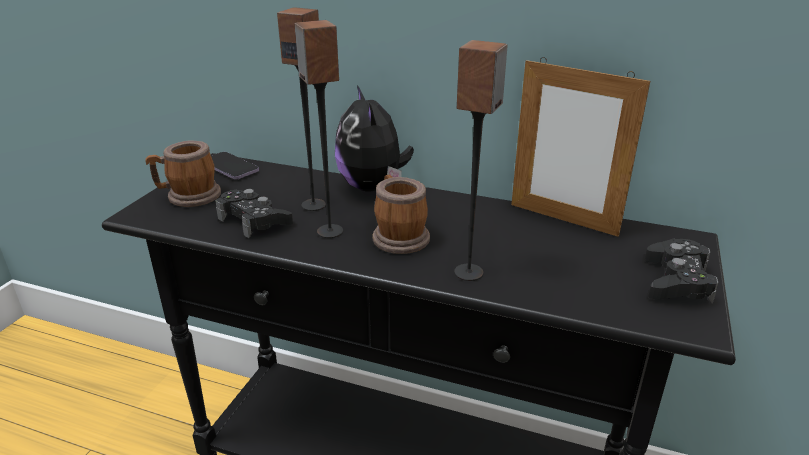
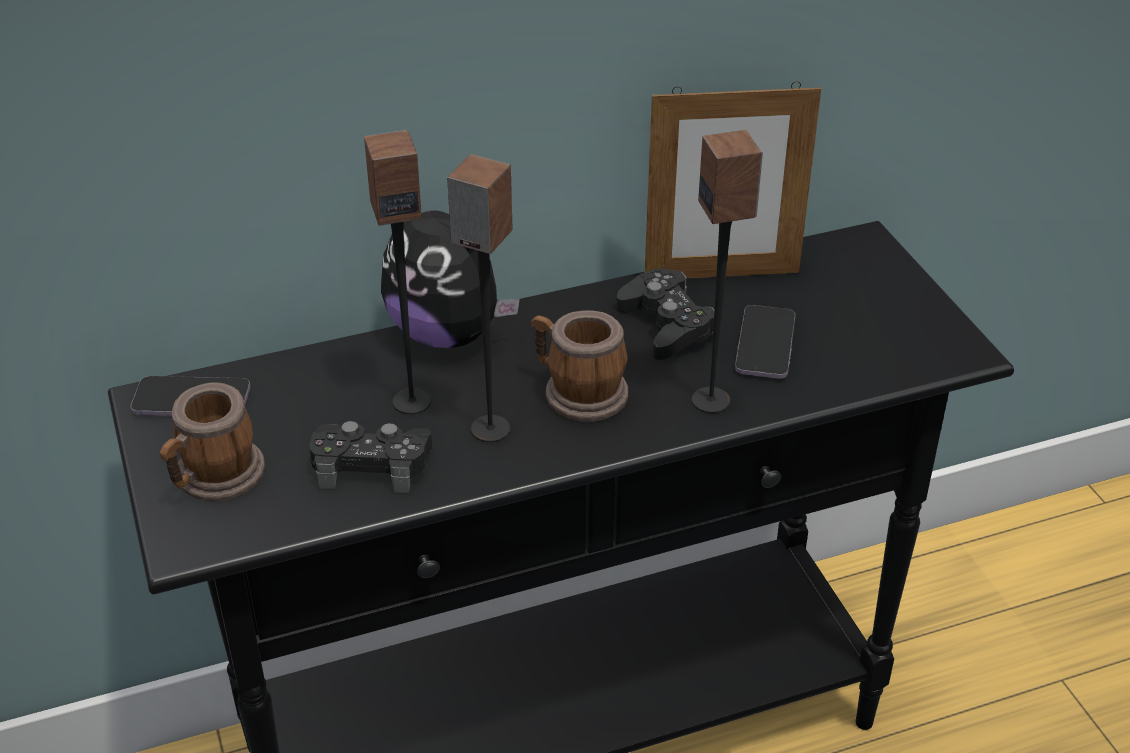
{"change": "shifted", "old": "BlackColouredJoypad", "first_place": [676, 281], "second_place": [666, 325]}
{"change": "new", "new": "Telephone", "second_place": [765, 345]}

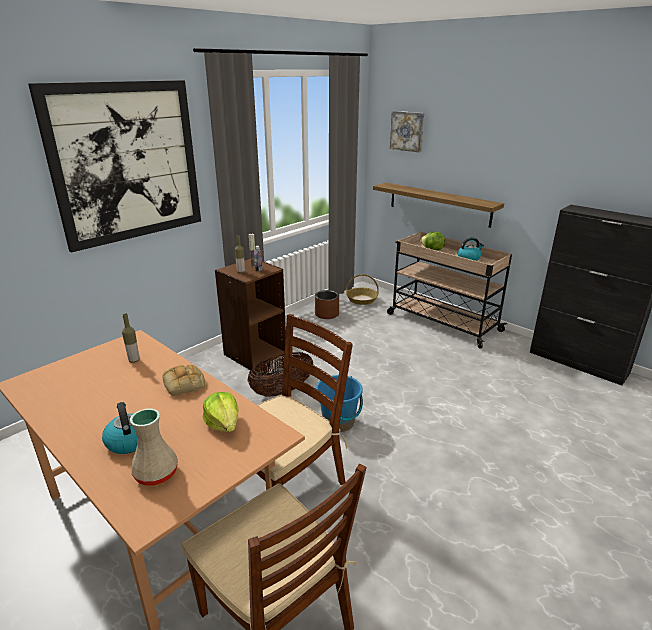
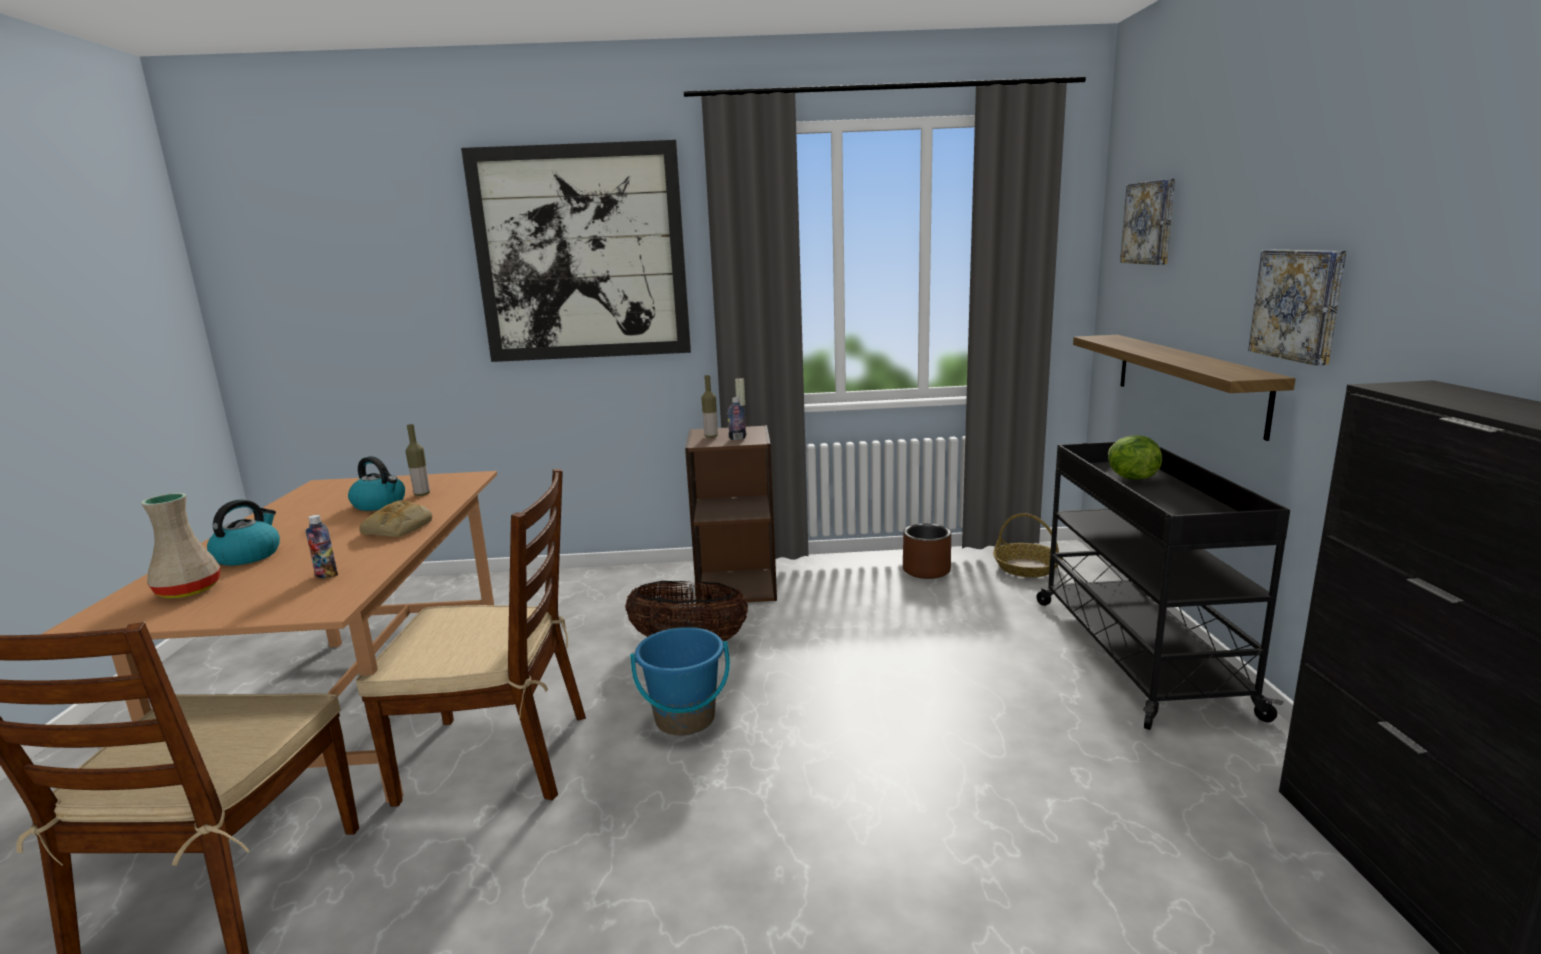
{"change": "swapped", "old": "LettuceHead", "new": "Bottle", "first_place": [223, 424], "second_place": [326, 575]}
{"change": "shifted", "old": "Kettle", "first_place": [469, 258], "second_place": [380, 504]}
{"change": "repainted", "old": "BeigeWheeledCart", "new": "BlackColouredWheeledCart", "first_place": [442, 322], "second_place": [1136, 652]}
{"change": "new", "new": "WallPicture", "second_place": [1299, 304]}

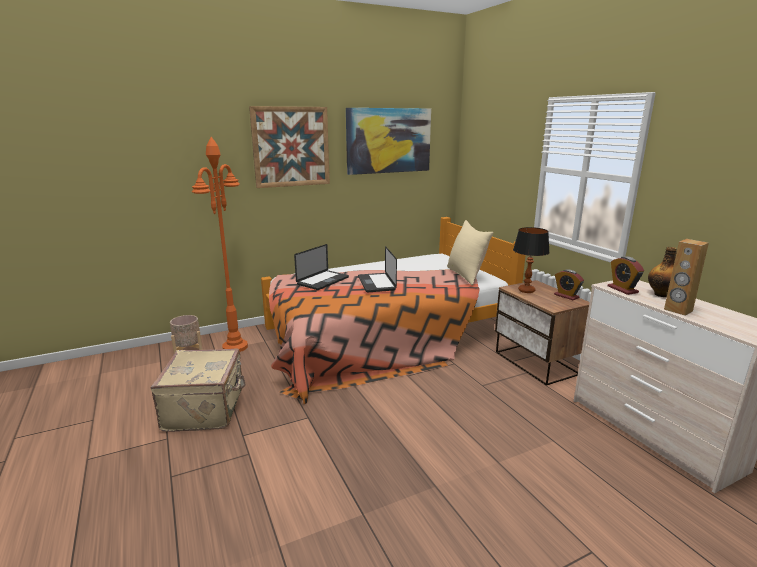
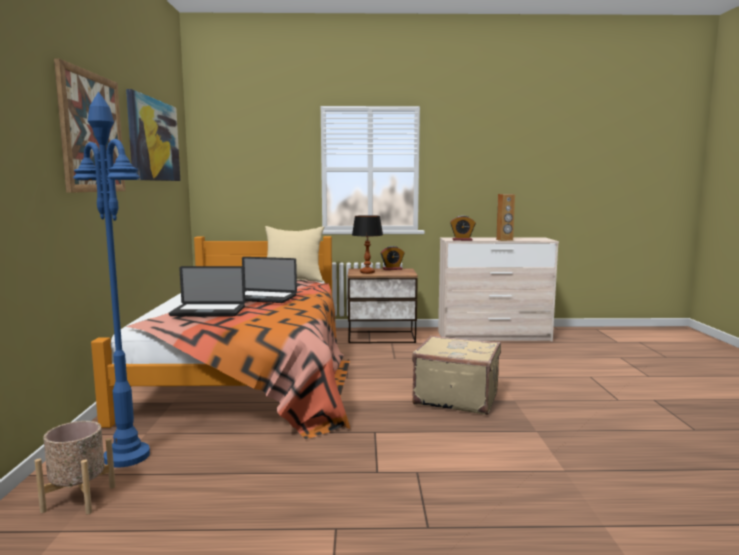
{"change": "repainted", "old": "OrangeFloorLamp", "new": "BlueFloorLamp", "first_place": [235, 347], "second_place": [126, 456]}
{"change": "rotated", "old": "PortableComputer", "first_place": [323, 281], "second_place": [208, 312], "degrees": 120}
{"change": "shifted", "old": "BeigeTravelCase", "first_place": [206, 409], "second_place": [456, 398]}
{"change": "gone", "old": "Bottle", "first_place": [662, 294]}

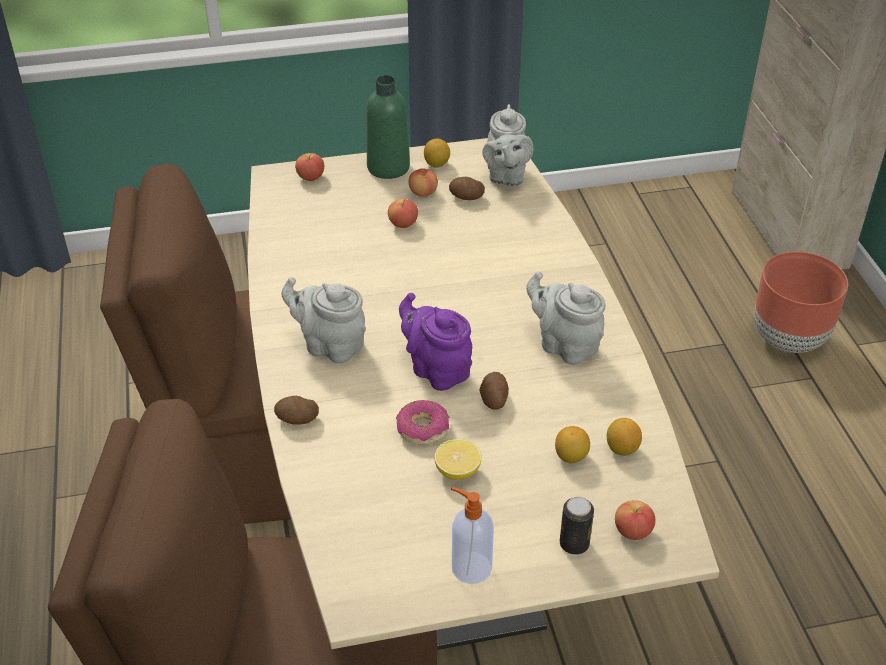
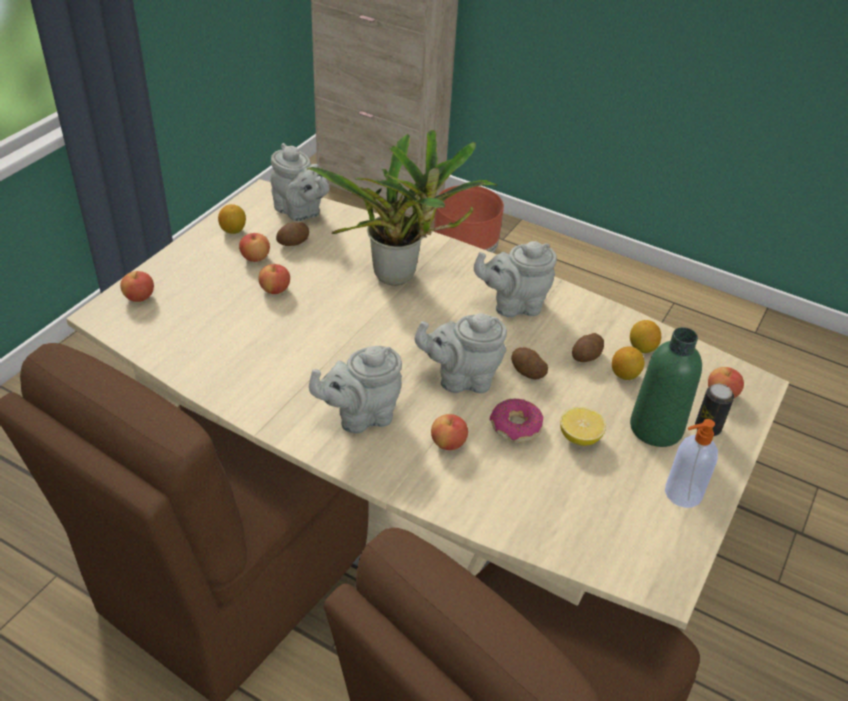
{"change": "new", "new": "PottedPlant", "second_place": [401, 276]}
{"change": "repainted", "old": "PurplePotForTea", "new": "GreyishPotForTea", "first_place": [437, 370], "second_place": [461, 379]}
{"change": "new", "new": "AppleFruit", "second_place": [448, 443]}
{"change": "shifted", "old": "Spud", "first_place": [297, 419], "second_place": [586, 356]}
{"change": "shifted", "old": "GreenishBottle", "first_place": [388, 167], "second_place": [656, 428]}

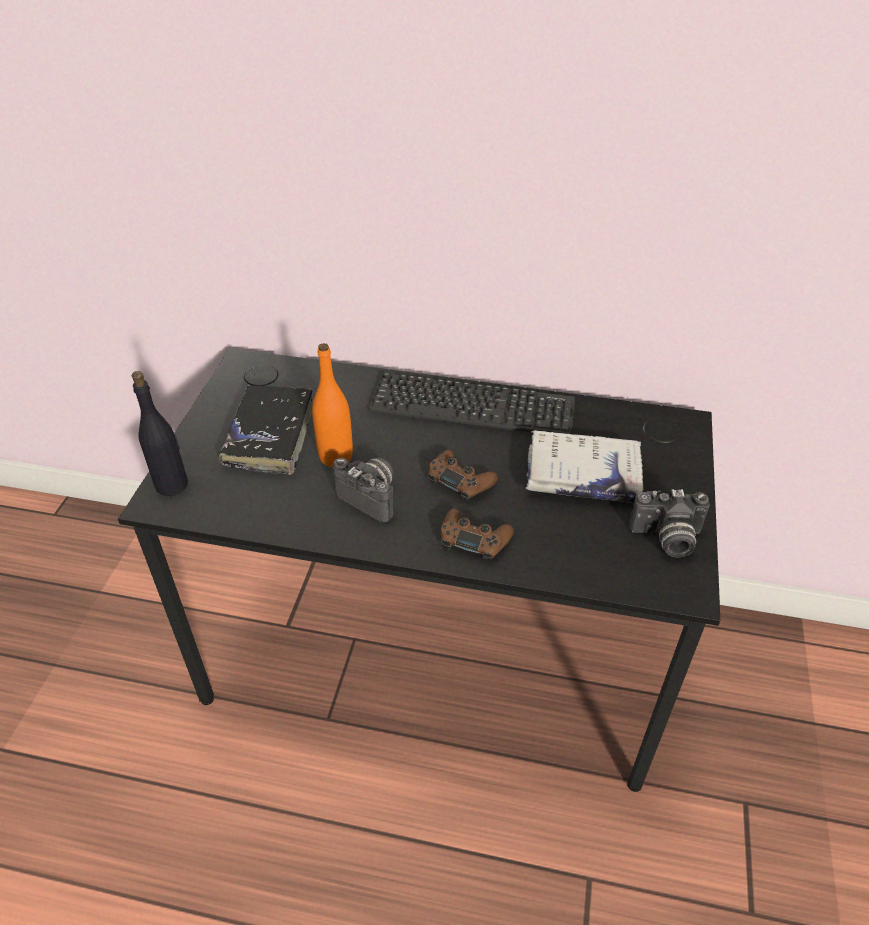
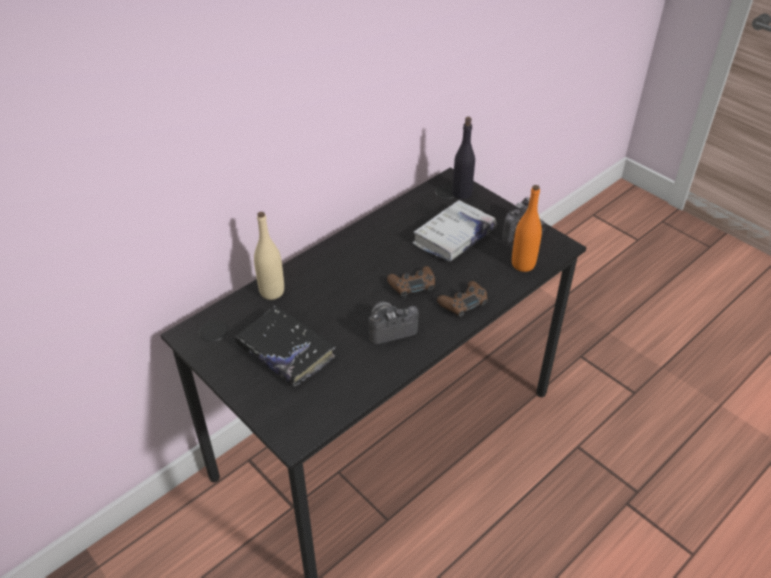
{"change": "new", "new": "BeigeBottle", "second_place": [272, 292]}
{"change": "shifted", "old": "BlackColouredBottle", "first_place": [172, 484], "second_place": [462, 193]}
{"change": "shifted", "old": "OrangeBottle", "first_place": [336, 457], "second_place": [523, 264]}
{"change": "gone", "old": "Keyboard", "first_place": [472, 406]}

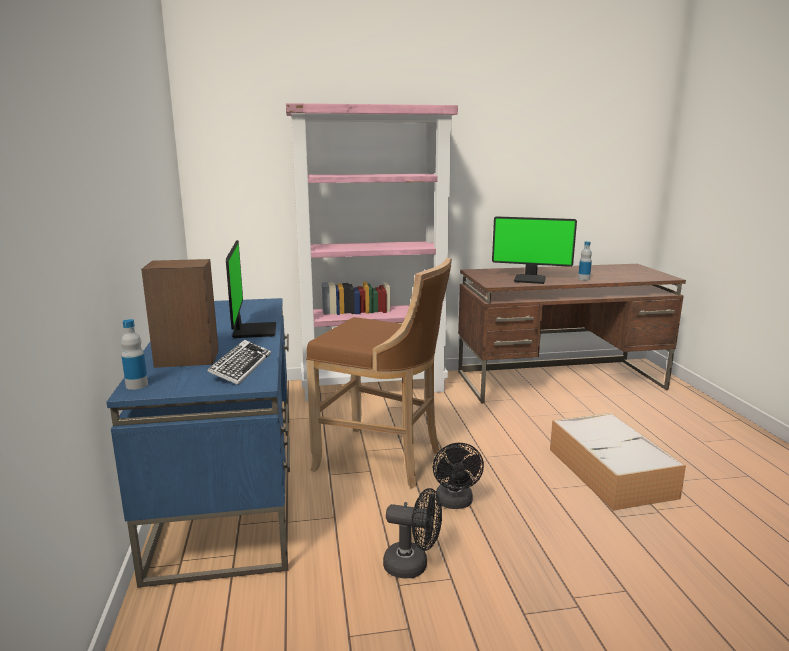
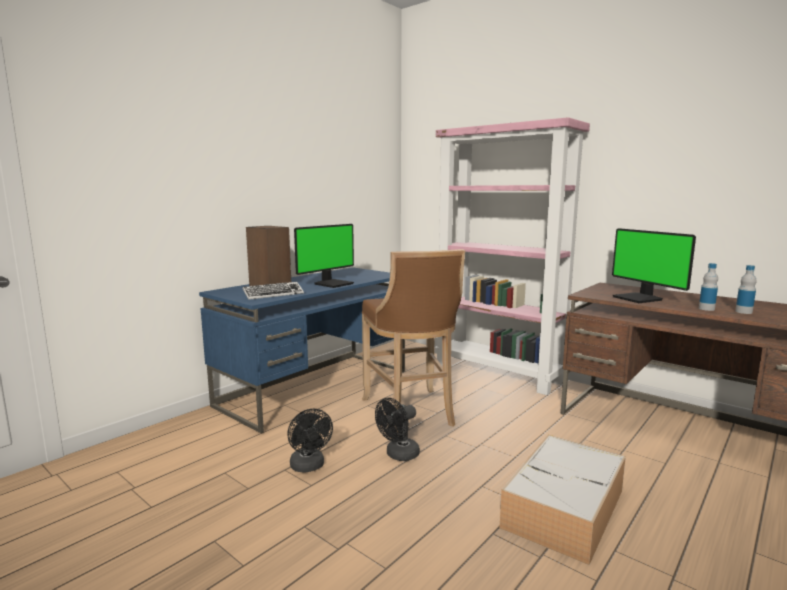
{"change": "shifted", "old": "Bottle", "first_place": [137, 385], "second_place": [743, 312]}

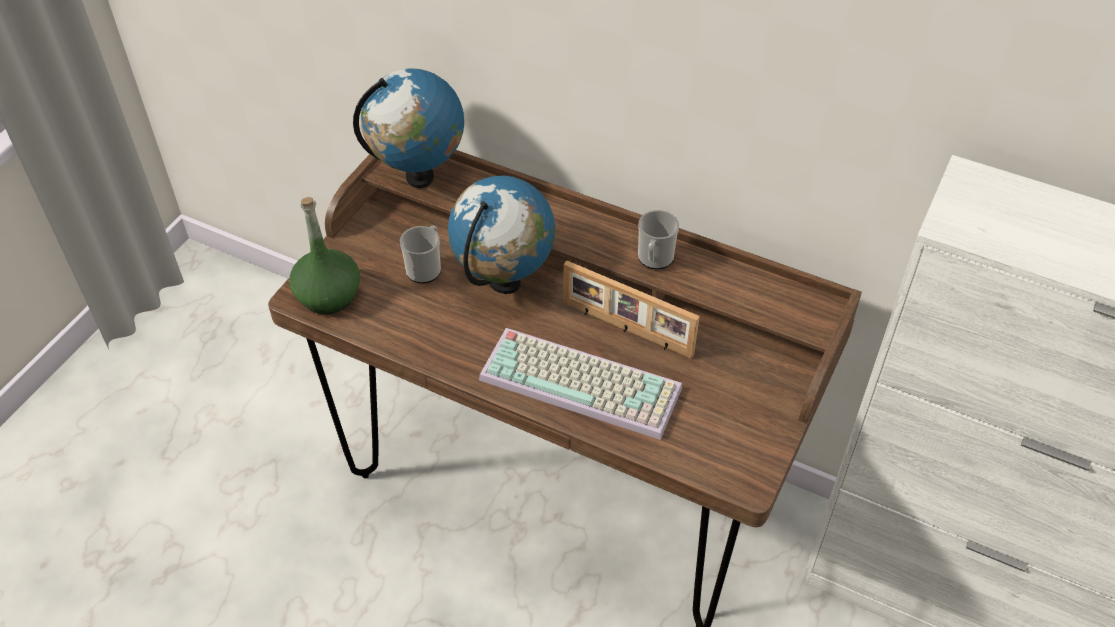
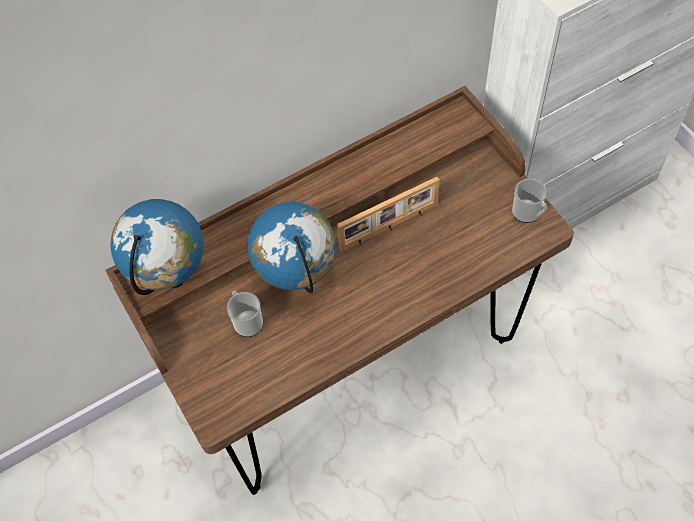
{"change": "shifted", "old": "CoffeeMug", "first_place": [654, 260], "second_place": [528, 214]}
{"change": "gone", "old": "GreenishBottle", "first_place": [328, 295]}
{"change": "gone", "old": "Keyboard", "first_place": [584, 382]}

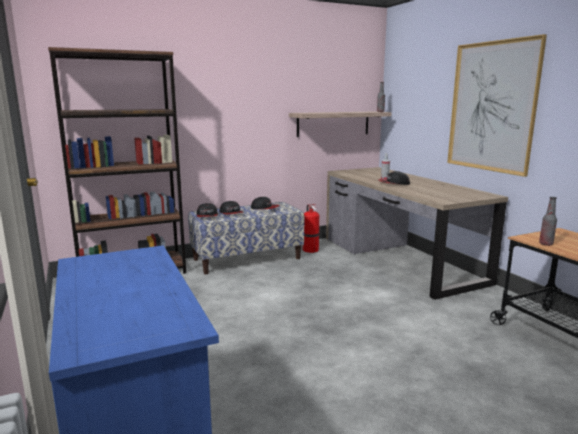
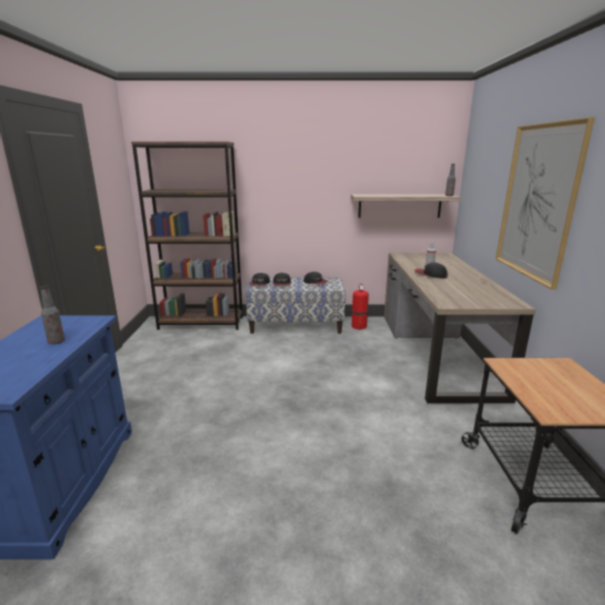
{"change": "shifted", "old": "Bottle", "first_place": [546, 244], "second_place": [56, 342]}

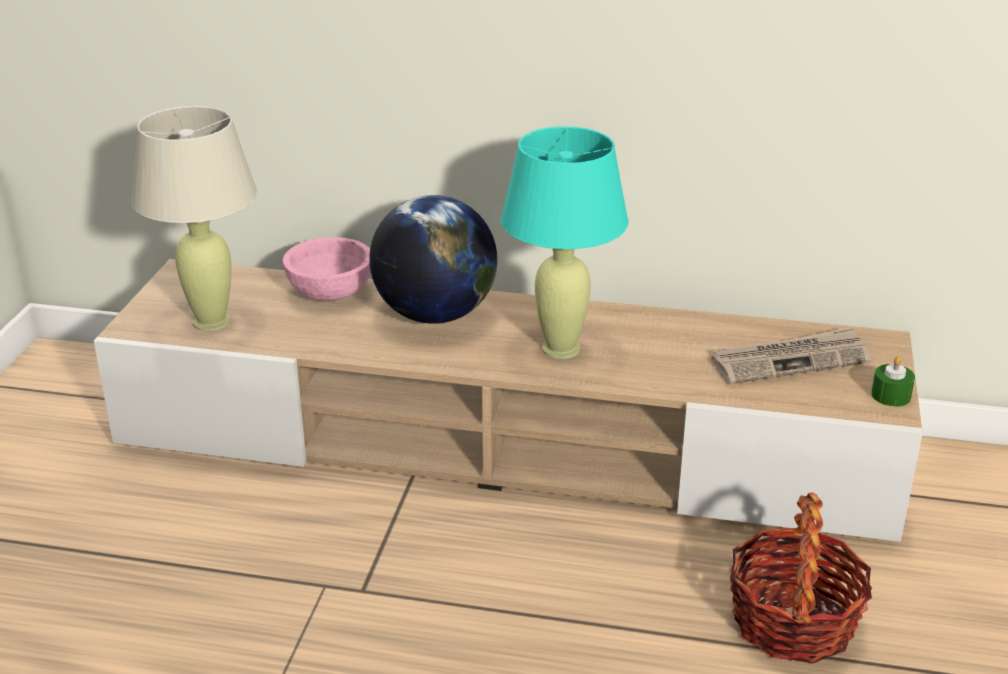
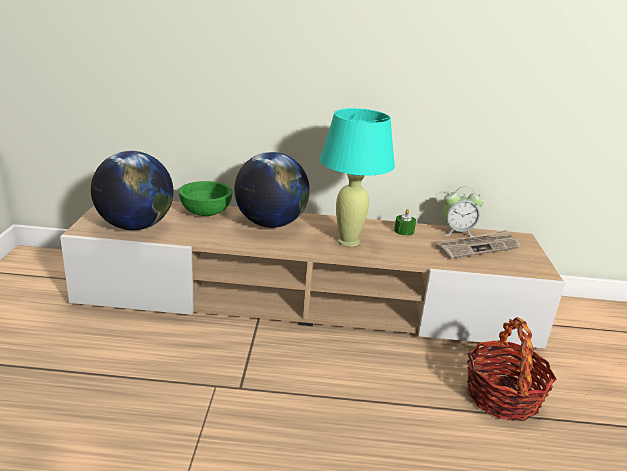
{"change": "swapped", "old": "BeigeLampForATable", "new": "WorldGlobe", "first_place": [211, 321], "second_place": [135, 226]}
{"change": "repainted", "old": "PinkColouredDeepDish", "new": "GreenishDeepDish", "first_place": [330, 293], "second_place": [205, 212]}
{"change": "shifted", "old": "GreenishWaxCandle", "first_place": [891, 395], "second_place": [404, 231]}
{"change": "new", "new": "TableClock", "second_place": [457, 232]}

